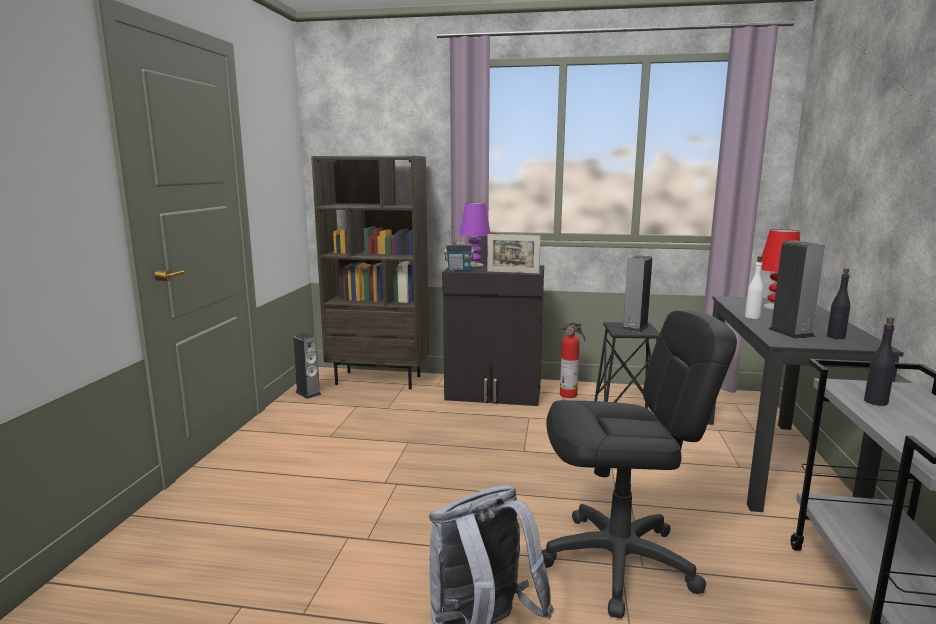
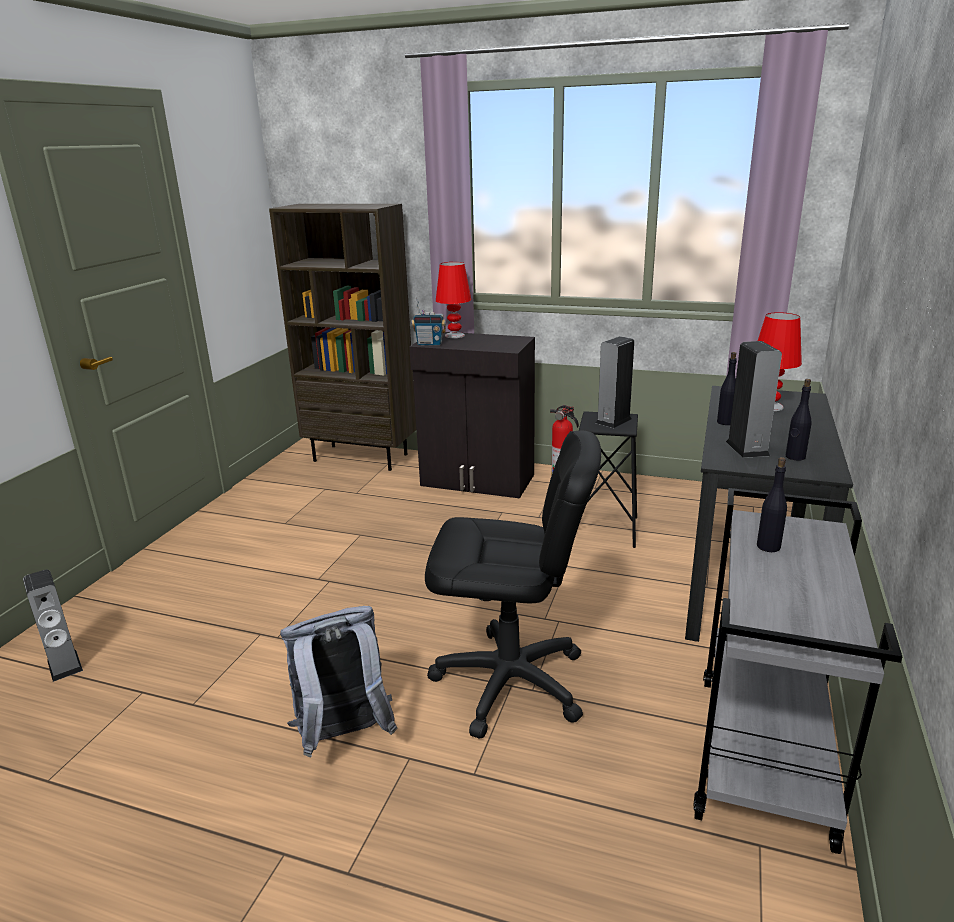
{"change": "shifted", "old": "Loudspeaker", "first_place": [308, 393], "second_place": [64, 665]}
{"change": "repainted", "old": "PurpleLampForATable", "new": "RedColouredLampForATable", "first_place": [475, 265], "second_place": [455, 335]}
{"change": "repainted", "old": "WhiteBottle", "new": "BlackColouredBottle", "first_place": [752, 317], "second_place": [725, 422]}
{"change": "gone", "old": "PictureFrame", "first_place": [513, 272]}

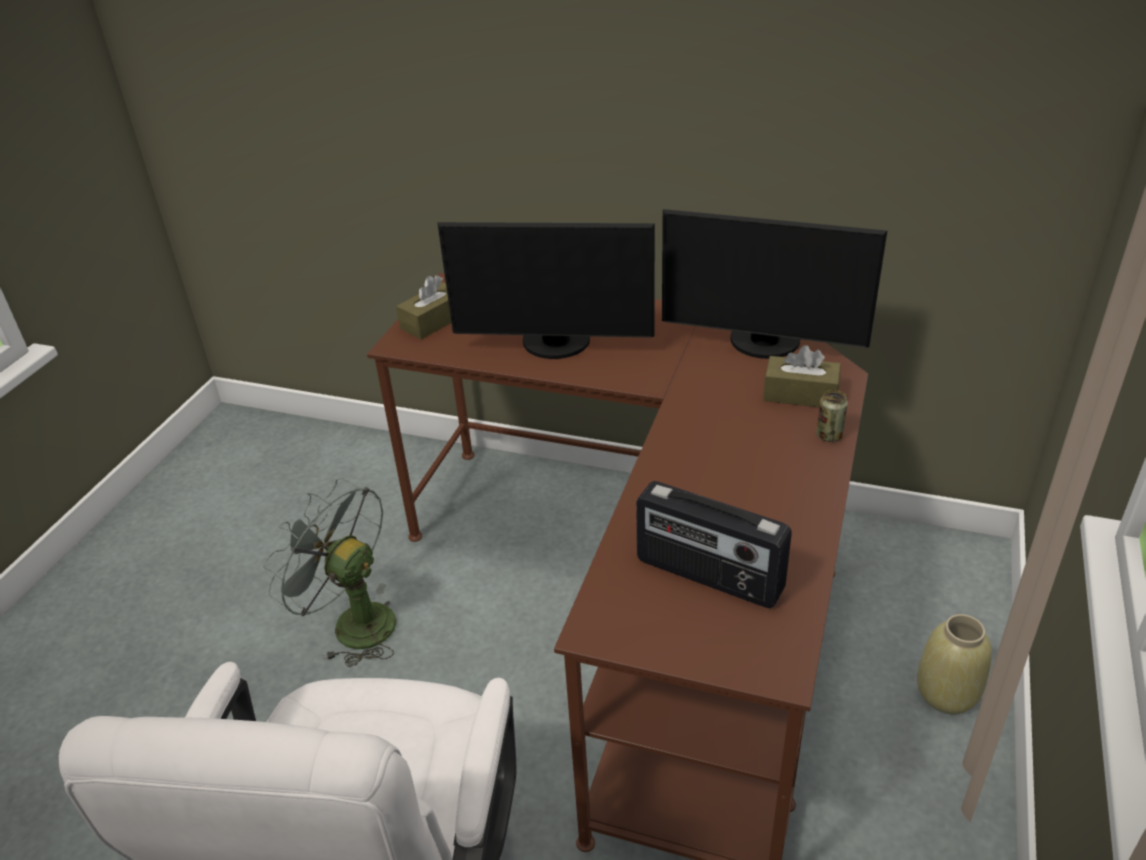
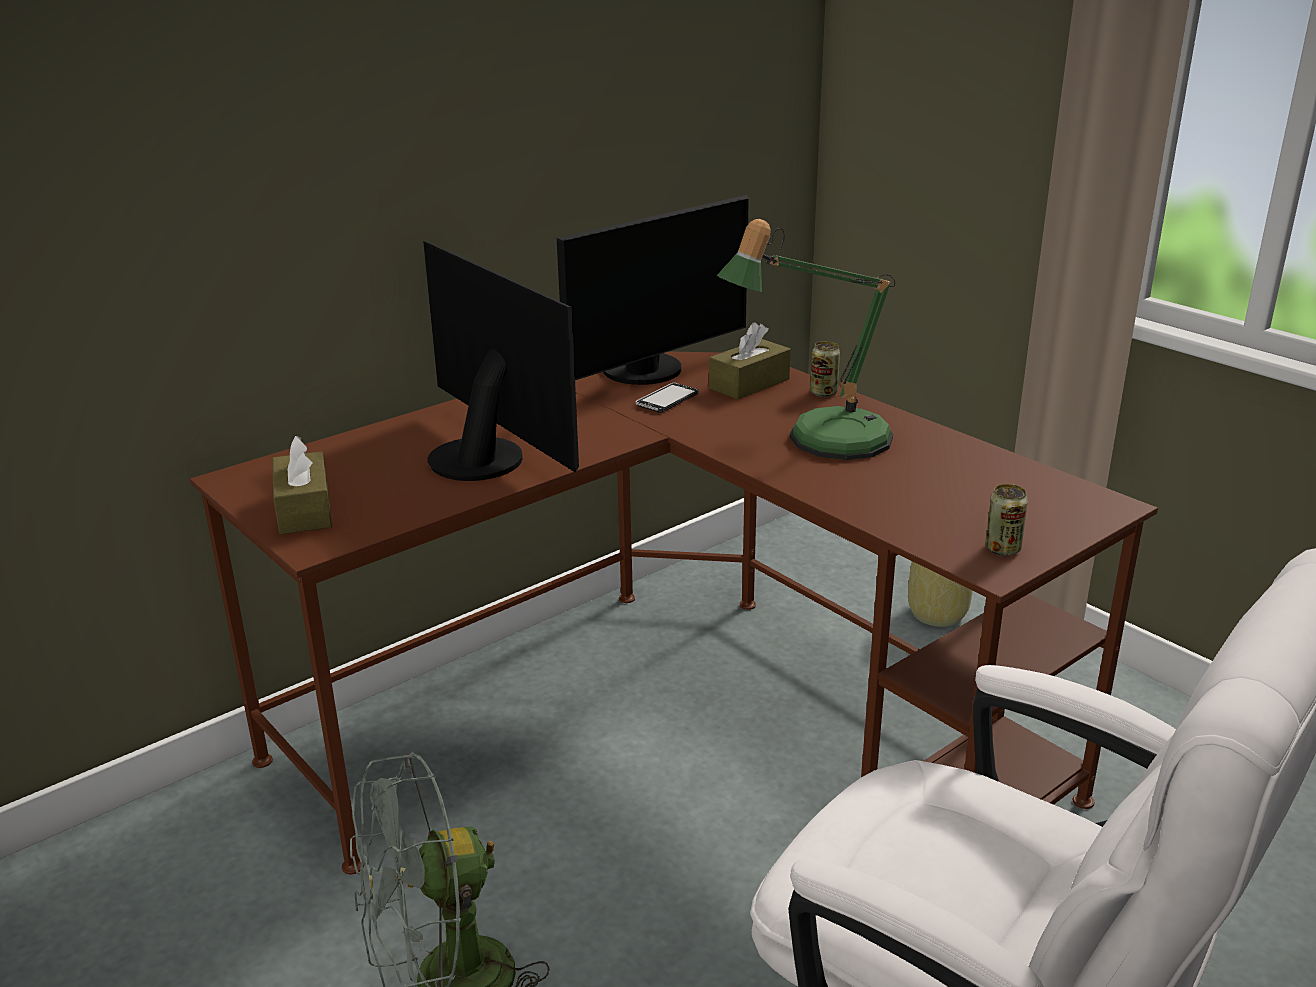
{"change": "rotated", "old": "Monitor", "first_place": [556, 344], "second_place": [485, 457], "degrees": -75}
{"change": "new", "new": "Telephone", "second_place": [667, 400]}
{"change": "new", "new": "LampForATable", "second_place": [822, 440]}
{"change": "new", "new": "SealedCan", "second_place": [1002, 549]}
{"change": "gone", "old": "Radio", "first_place": [708, 576]}

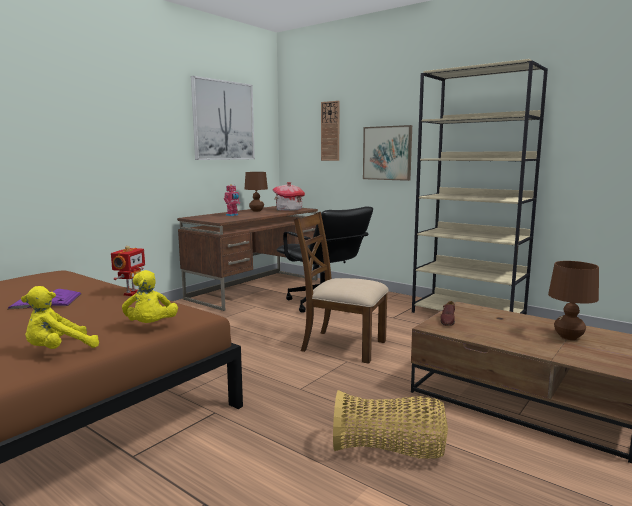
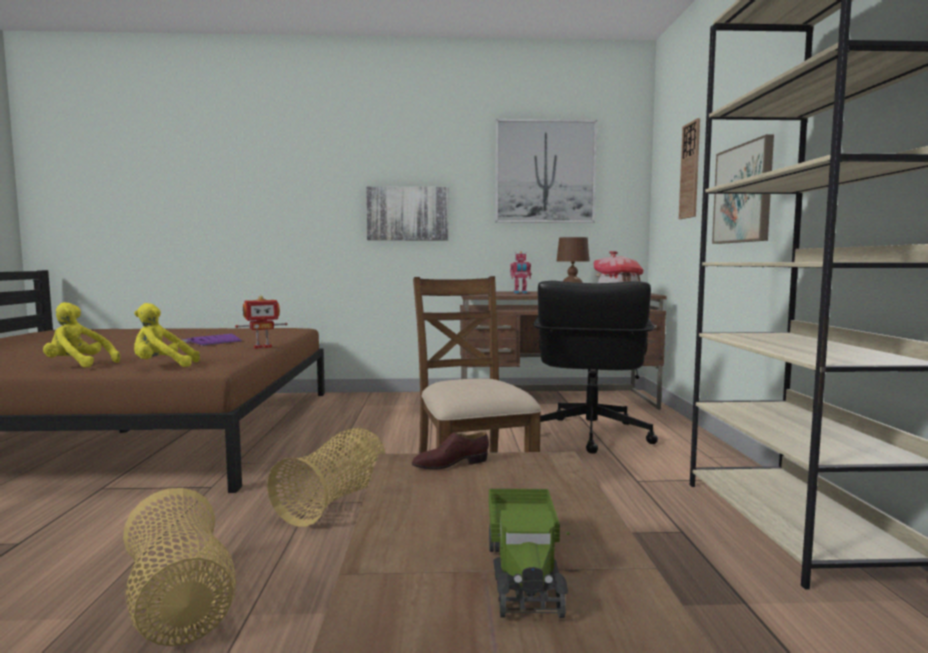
{"change": "rotated", "old": "YellowishPlushToy", "first_place": [150, 326], "second_place": [162, 366], "degrees": 45}
{"change": "new", "new": "HouseholdBasket", "second_place": [335, 501]}
{"change": "new", "new": "WallPicture", "second_place": [407, 213]}
{"change": "swapped", "old": "BrownishLampForATable", "new": "ModelTruck", "first_place": [568, 337], "second_place": [525, 570]}

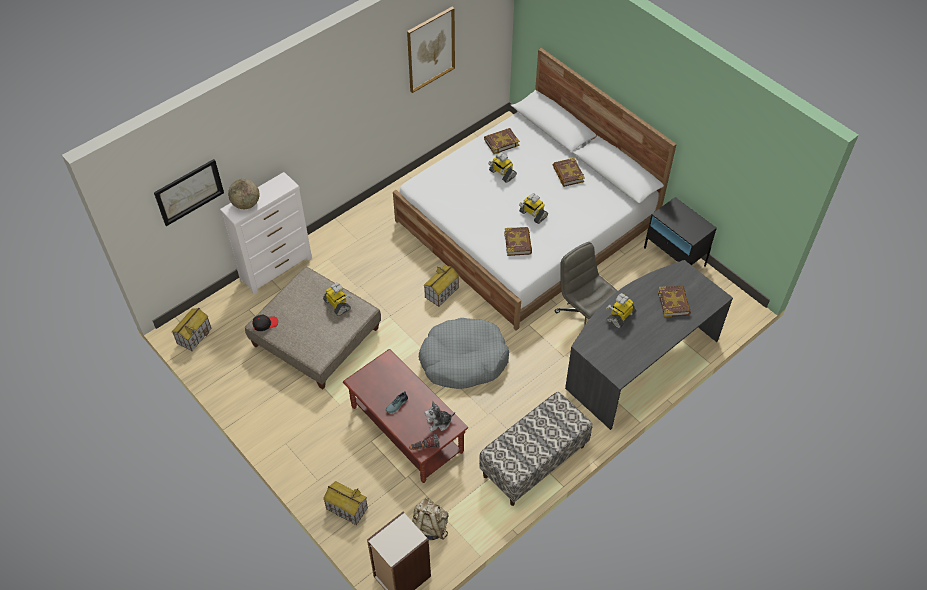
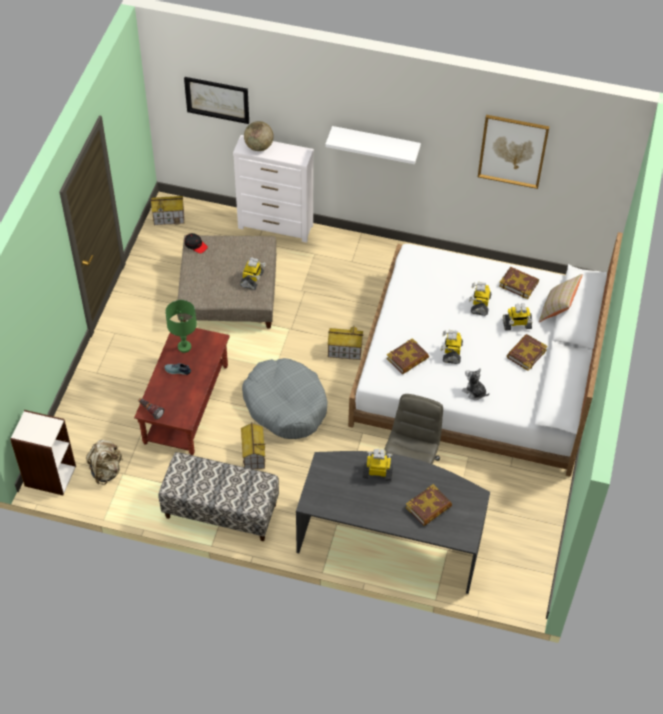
{"change": "new", "new": "GreenishLampForATable", "second_place": [184, 347]}
{"change": "shifted", "old": "ToyHouse", "first_place": [346, 508], "second_place": [253, 454]}
{"change": "new", "new": "WhiteShelf", "second_place": [375, 143]}
{"change": "shifted", "old": "PlushToy", "first_place": [439, 422], "second_place": [474, 392]}
{"change": "new", "new": "RobotFigure", "second_place": [516, 324]}
{"change": "new", "new": "BeigePillow", "second_place": [557, 310]}
{"change": "gone", "old": "BlackColouredBedsideTable", "first_place": [674, 257]}

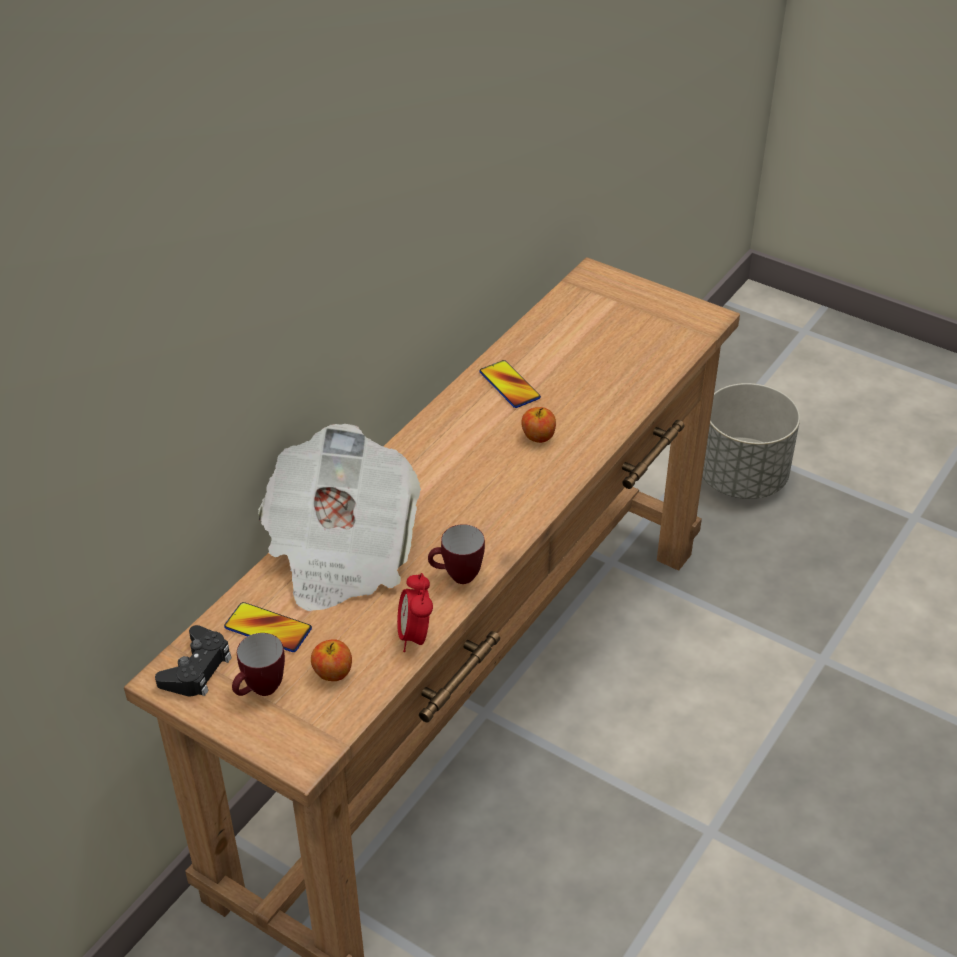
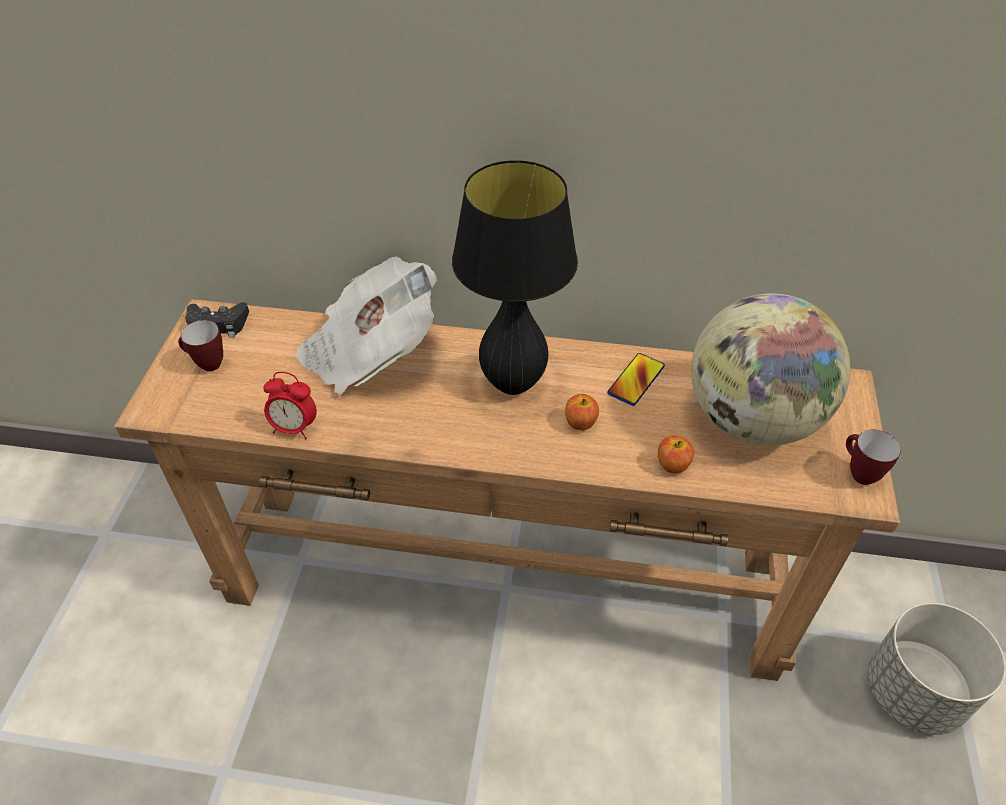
{"change": "rotated", "old": "TableClock", "first_place": [415, 636], "second_place": [294, 428], "degrees": -135}
{"change": "new", "new": "BlackColouredLampForATable", "second_place": [513, 384]}
{"change": "shifted", "old": "AppleFruit", "first_place": [332, 673], "second_place": [672, 465]}
{"change": "new", "new": "WorldGlobe", "second_place": [751, 419]}
{"change": "shifted", "old": "CoffeeMug", "first_place": [456, 577], "second_place": [857, 472]}
{"change": "gone", "old": "Telephone", "first_place": [268, 628]}

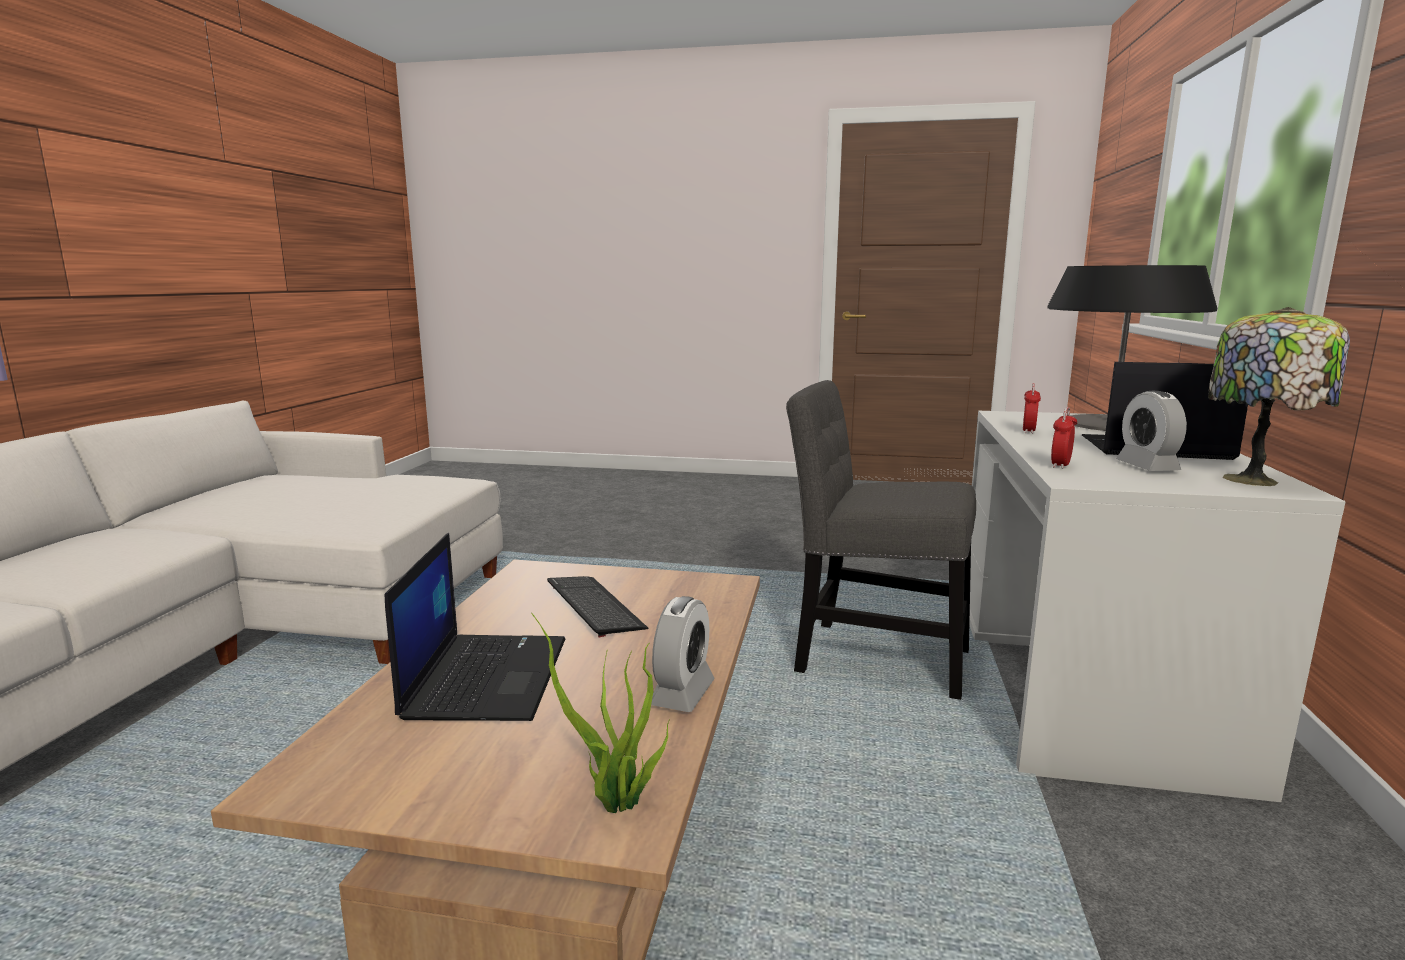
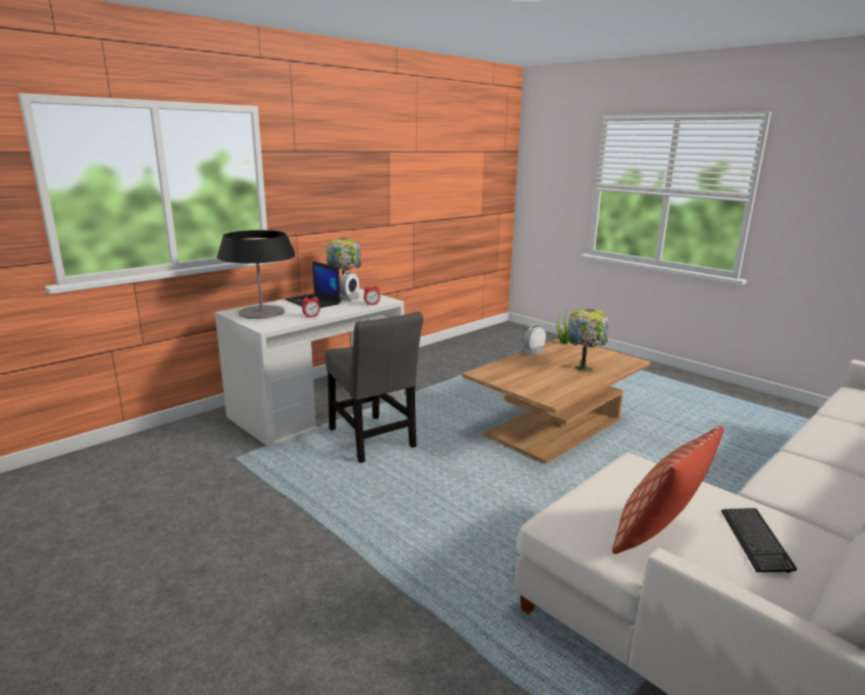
{"change": "swapped", "old": "PortableComputer", "new": "LampForATable", "first_place": [486, 676], "second_place": [584, 368]}
{"change": "new", "new": "Pillow", "second_place": [657, 536]}
{"change": "shifted", "old": "Keyboard", "first_place": [594, 607], "second_place": [755, 540]}

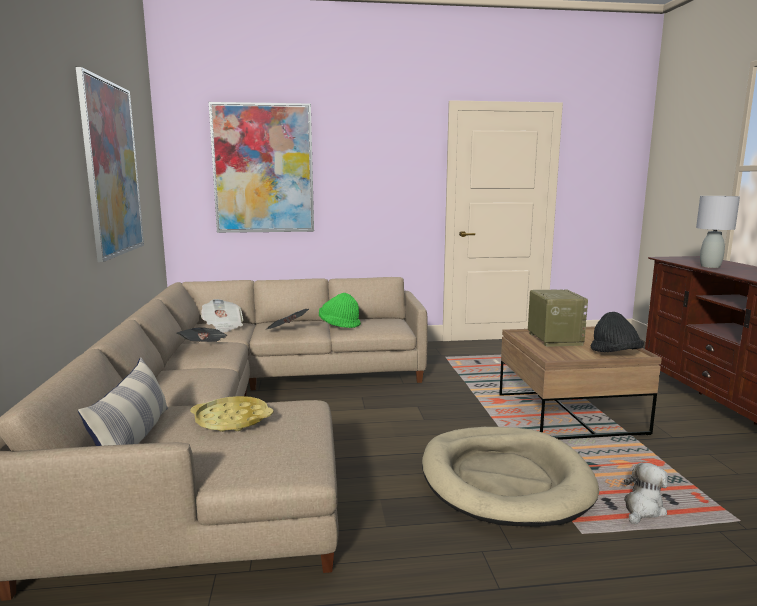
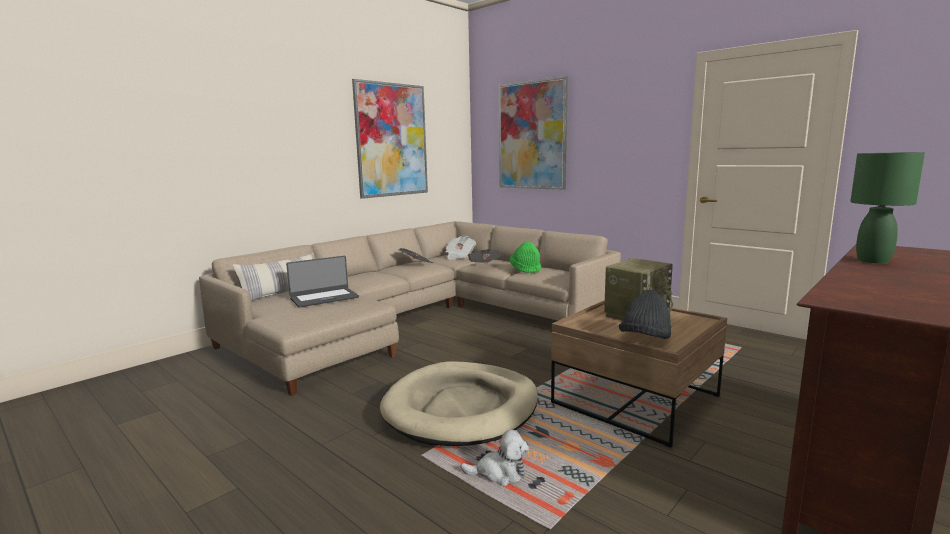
{"change": "swapped", "old": "YellowishTray", "new": "PortableComputer", "first_place": [232, 420], "second_place": [324, 298]}
{"change": "repainted", "old": "GreyishLampForATable", "new": "GreenishLampForATable", "first_place": [709, 266], "second_place": [872, 261]}

